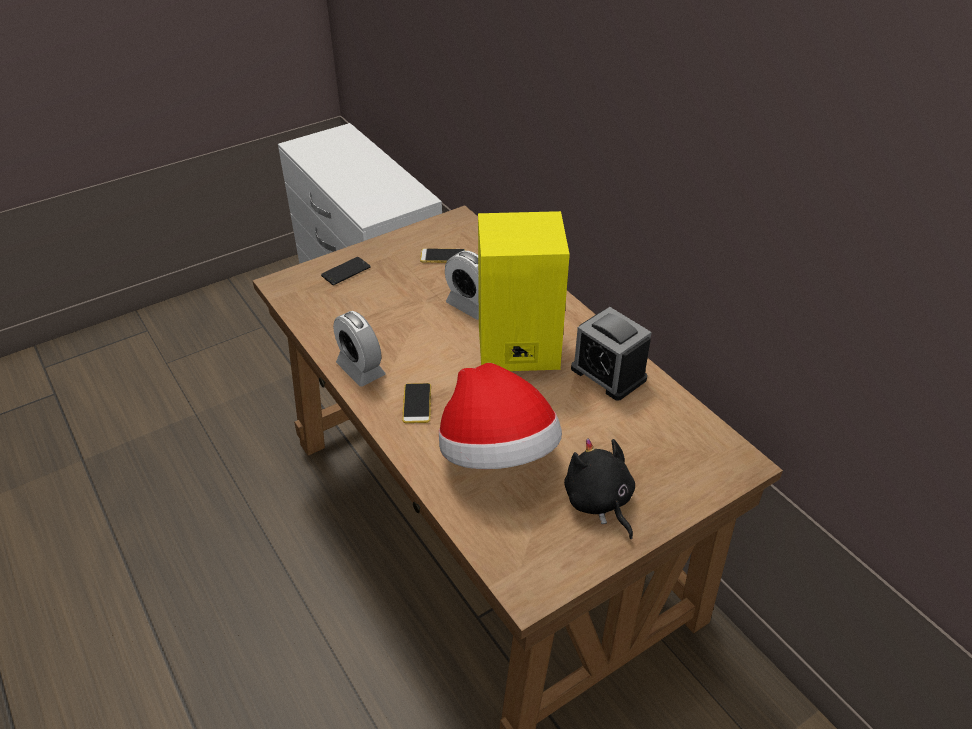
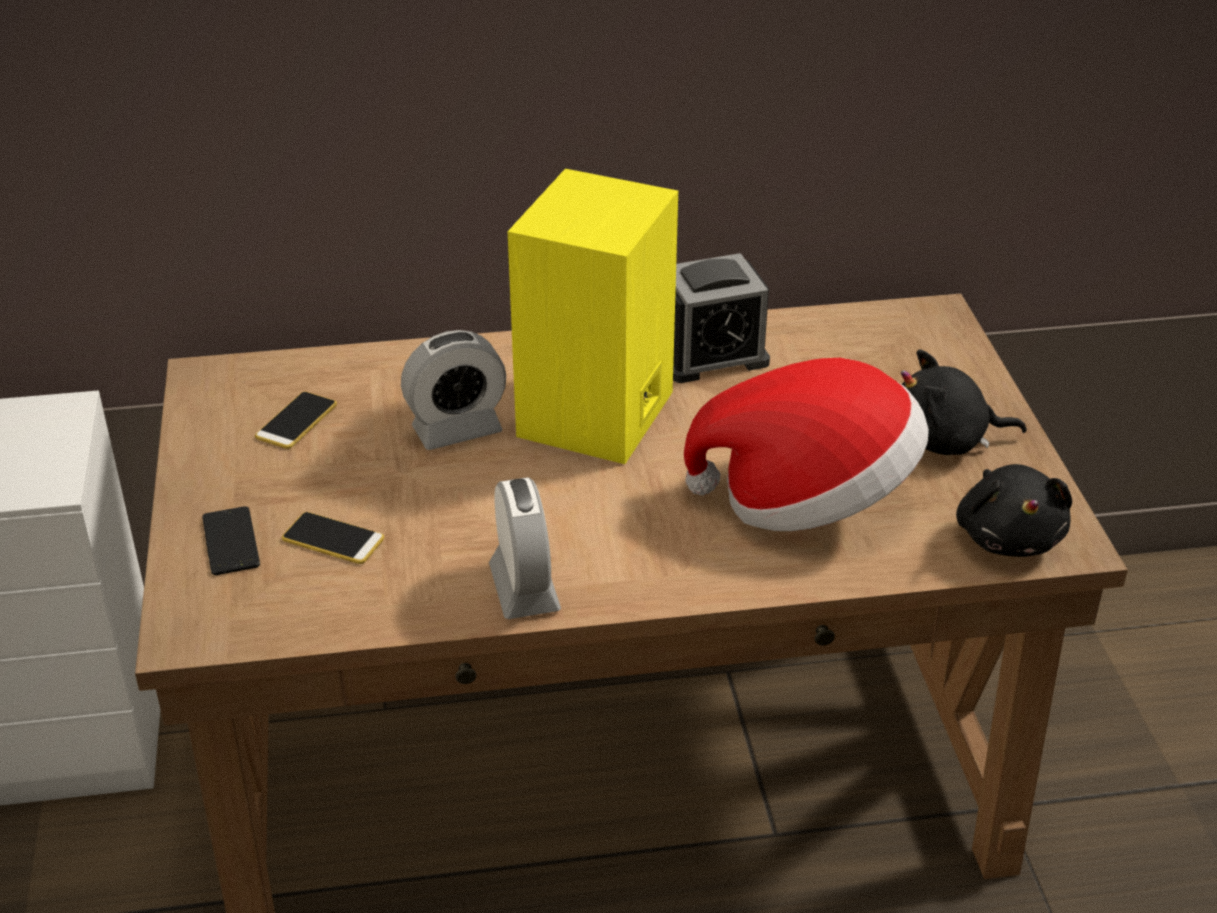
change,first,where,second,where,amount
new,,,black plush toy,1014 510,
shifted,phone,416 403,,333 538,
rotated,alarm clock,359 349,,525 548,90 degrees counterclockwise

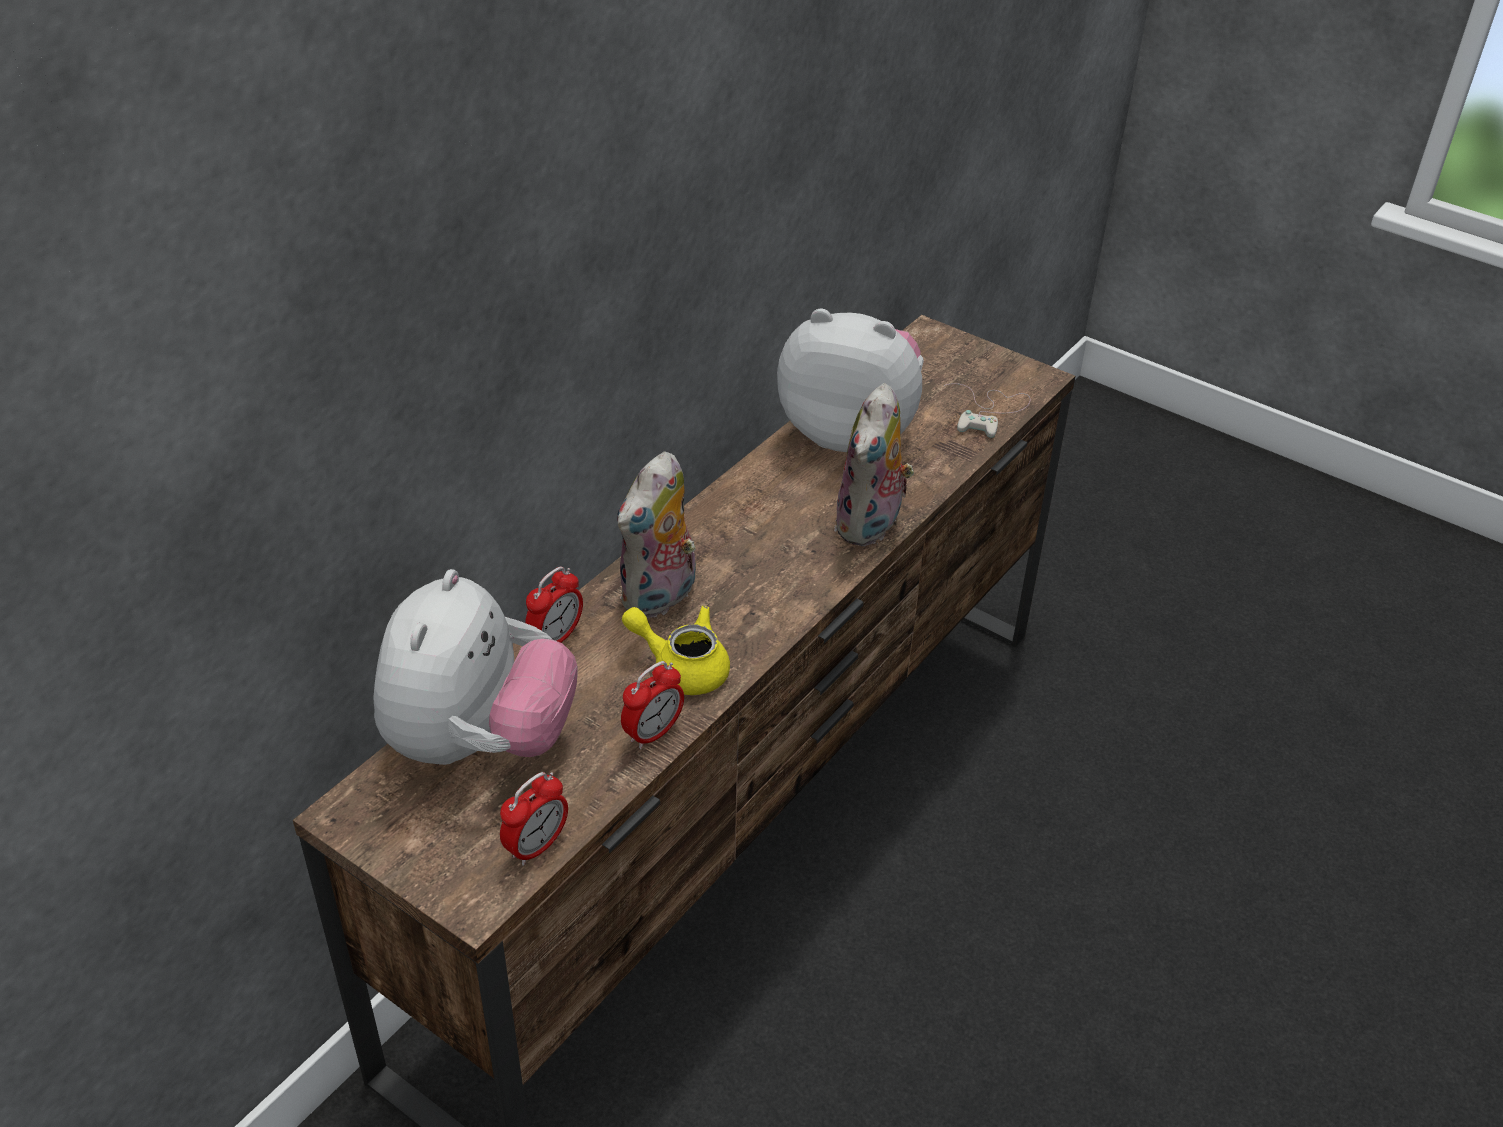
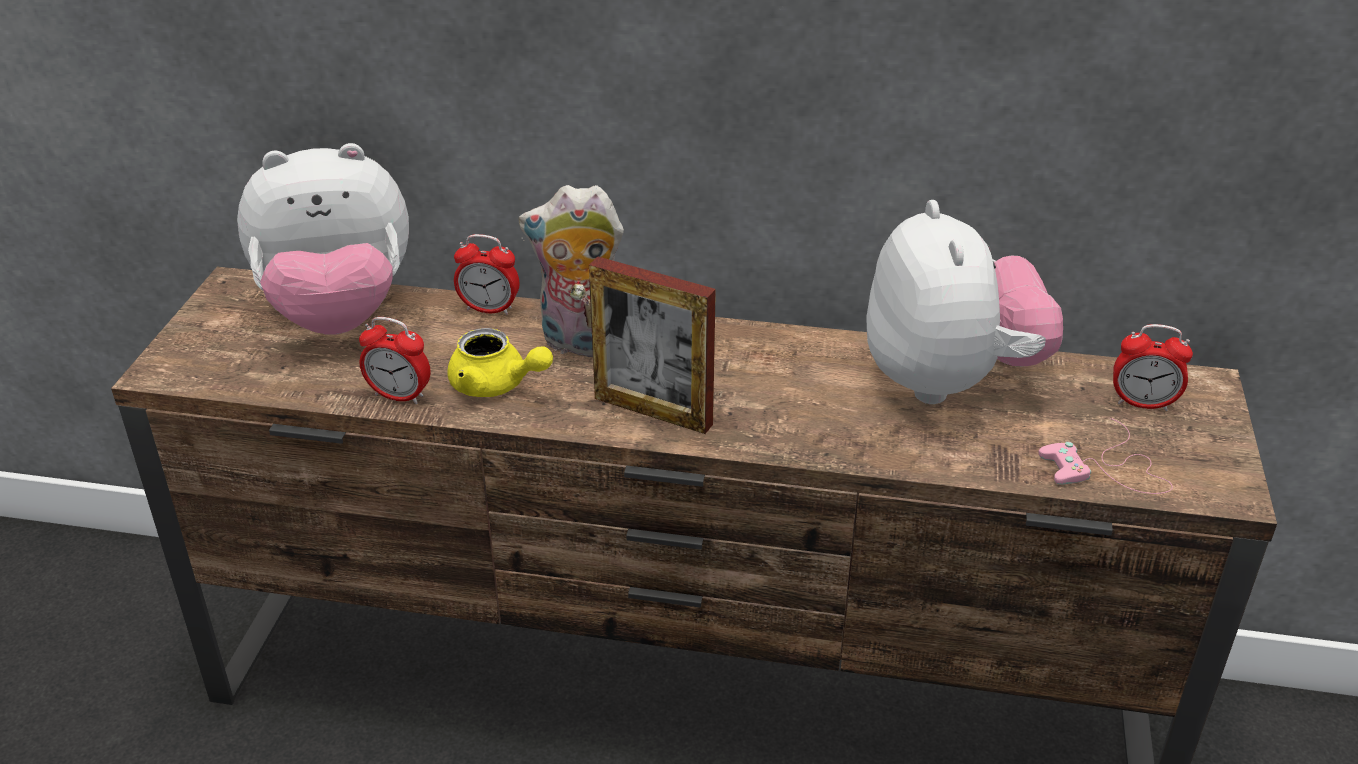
change,first,where,second,where,amount
gone,plush toy,874 464,,,
new,,,picture frame,652 345,
shifted,alarm clock,534 819,,1153 367,
repainted,white game controller,987 410,pink game controller,1105 456,
rotated,yellow teapot,676 650,,500 362,120 degrees clockwise

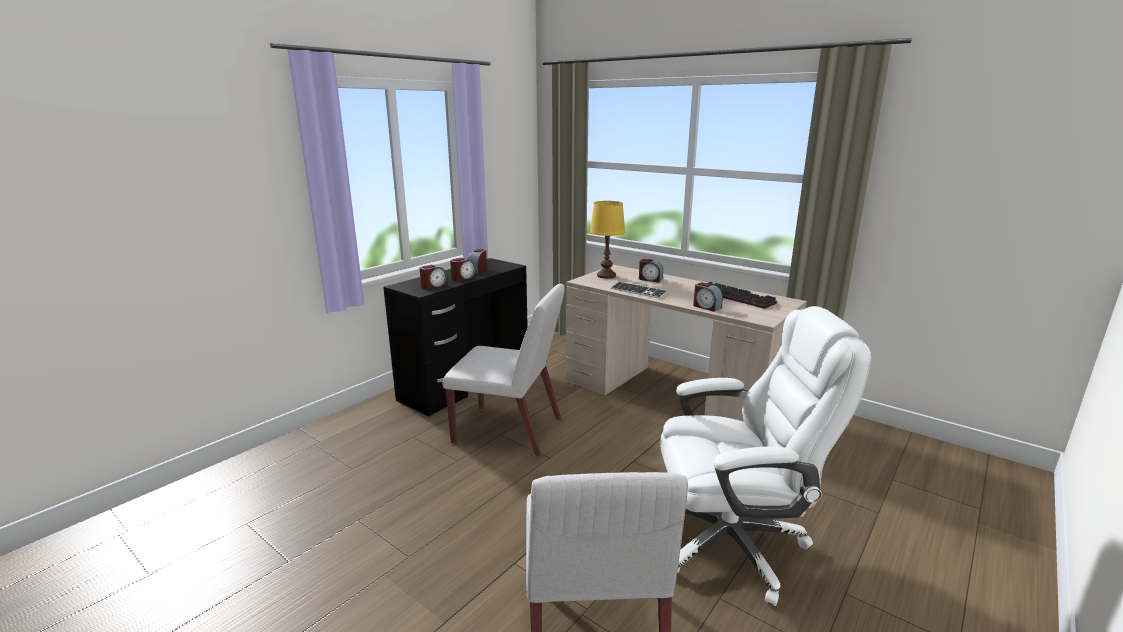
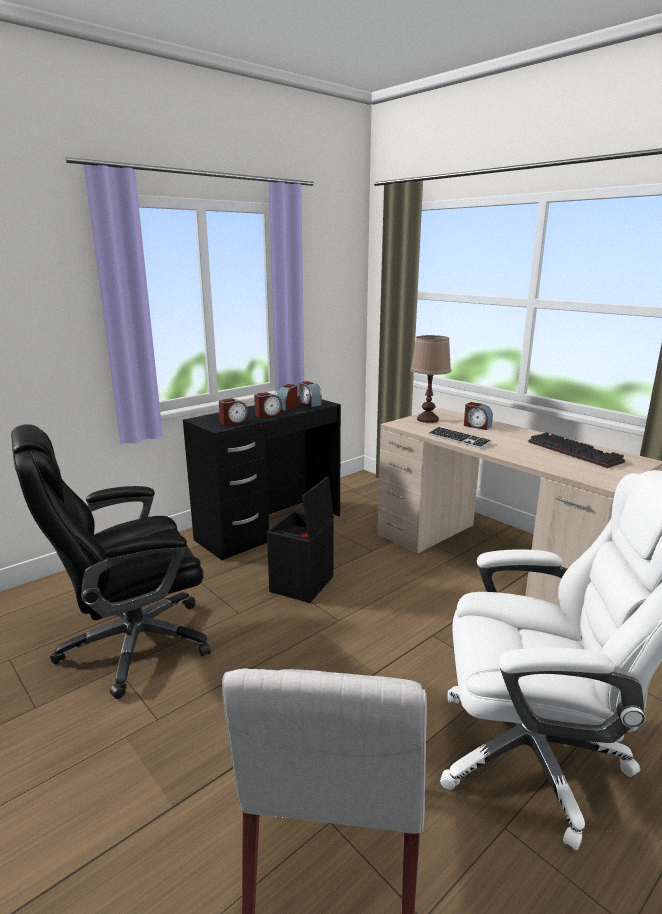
change,first,where,second,where,amount
new,,,black office chair,111 561,
shifted,alarm clock,708 297,,310 394,
swapped,white chair,504 370,black storage box,300 539,
repainted,yellow table lamp,608 240,brown table lamp,430 379,

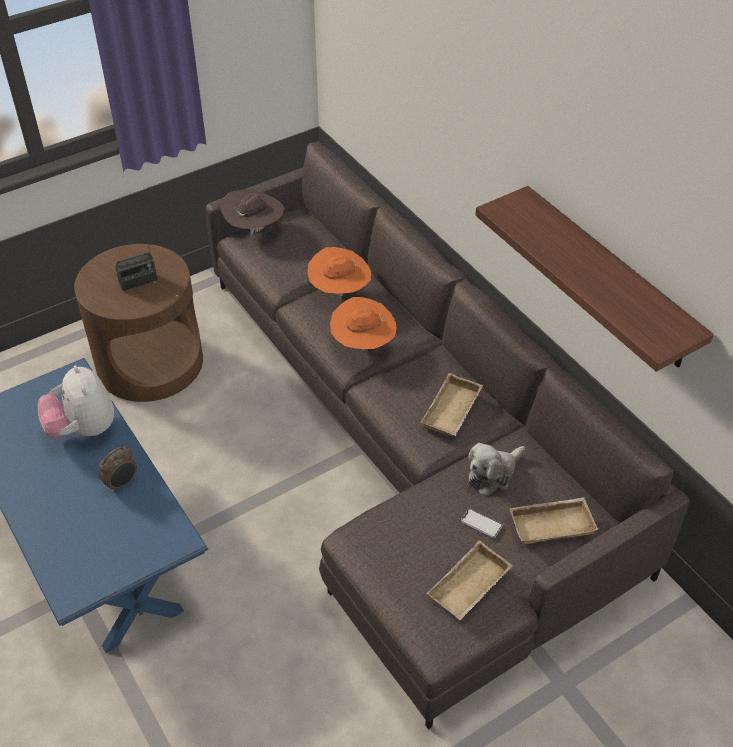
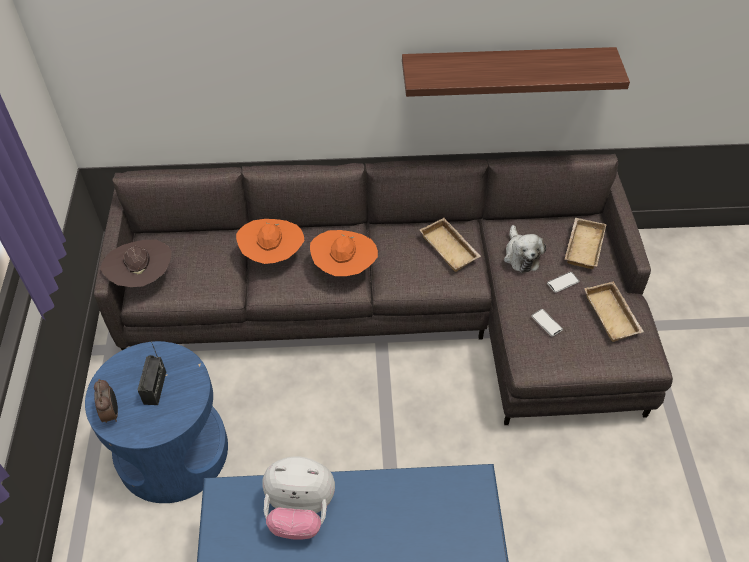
change,first,where,second,where,amount
new,,,phone,547 323,
shifted,alarm clock,118 469,,106 401,
repainted,brown side table,138 323,blue side table,156 422,

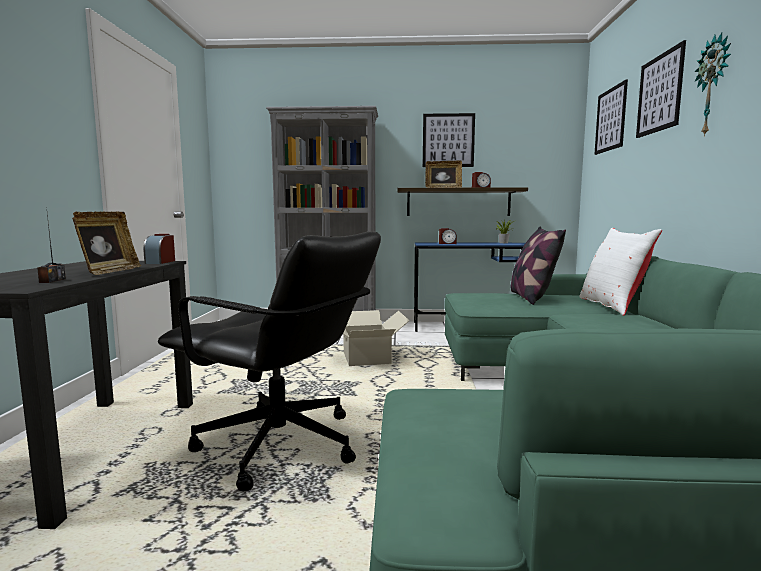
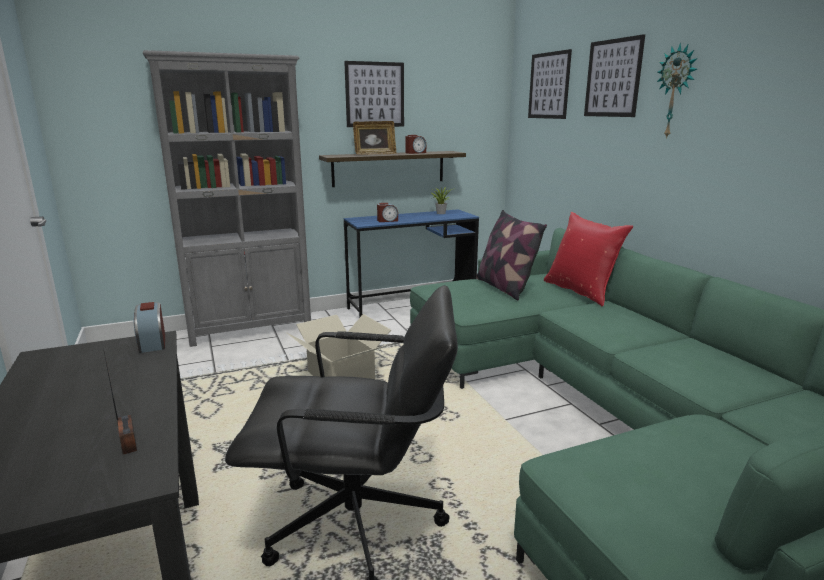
change,first,where,second,where,amount
gone,picture frame,106 243,,,
repainted,white pillow,621 272,red pillow,588 259,

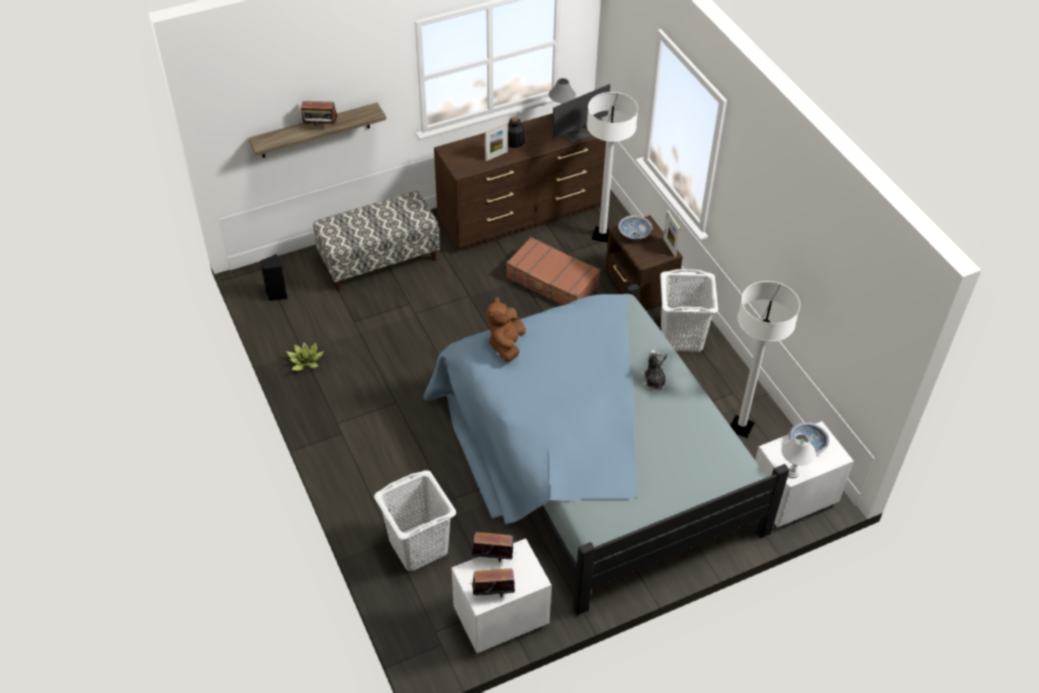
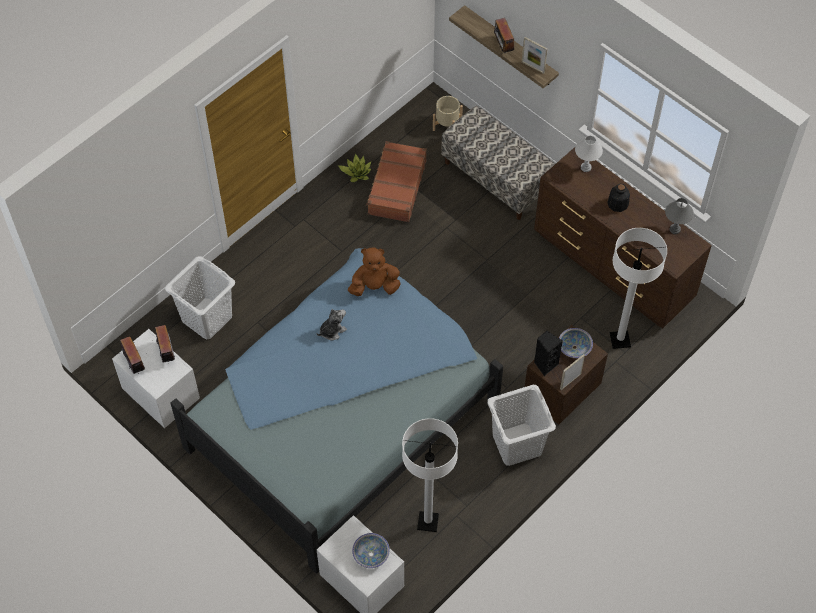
change,first,where,second,where,amount
gone,monitor,581 114,,,
new,,,beige planter,448 113,
shifted,black speaker,273 277,,548 353,
shifted,picture frame,496 141,,535 55,
shifted,brown suitcase,553 271,,396 181,
shifted,plush toy,654 370,,332 324,
shifted,white table lamp,799 456,,589 154,

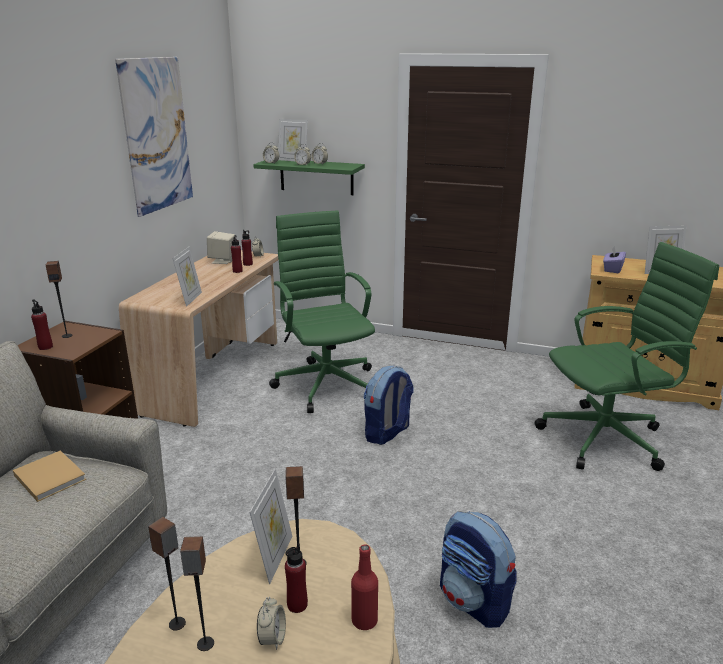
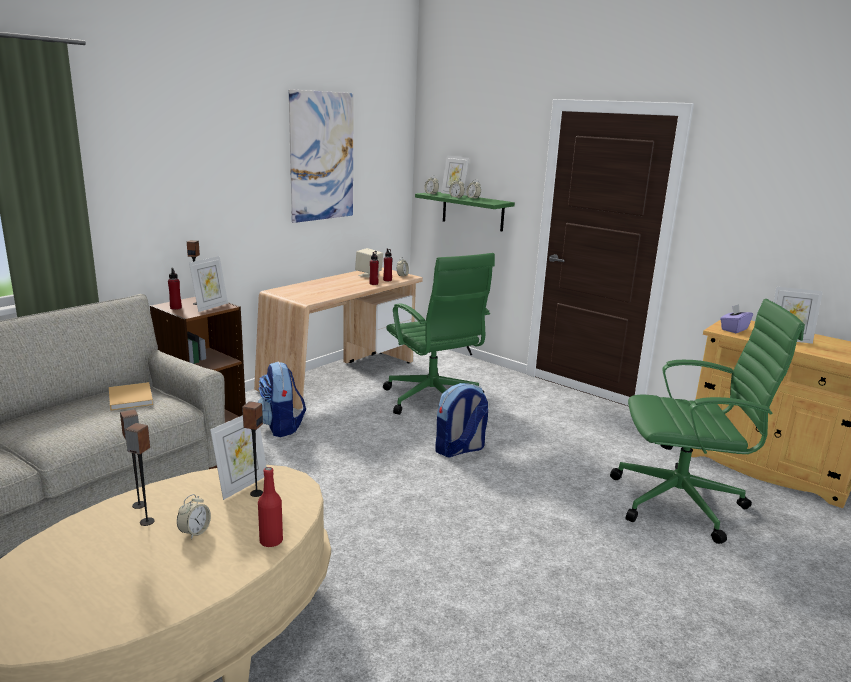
change,first,where,second,where,amount
gone,red bottle,296 578,,,
shifted,picture frame,187 277,,208 284,
shifted,backpack,478 569,,282 399,
rotated,green office chair,322 311,,439 334,150 degrees clockwise

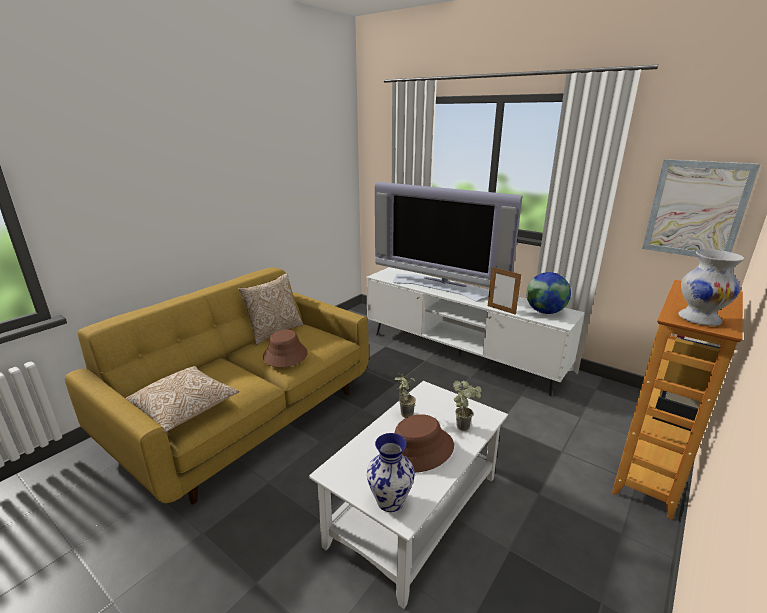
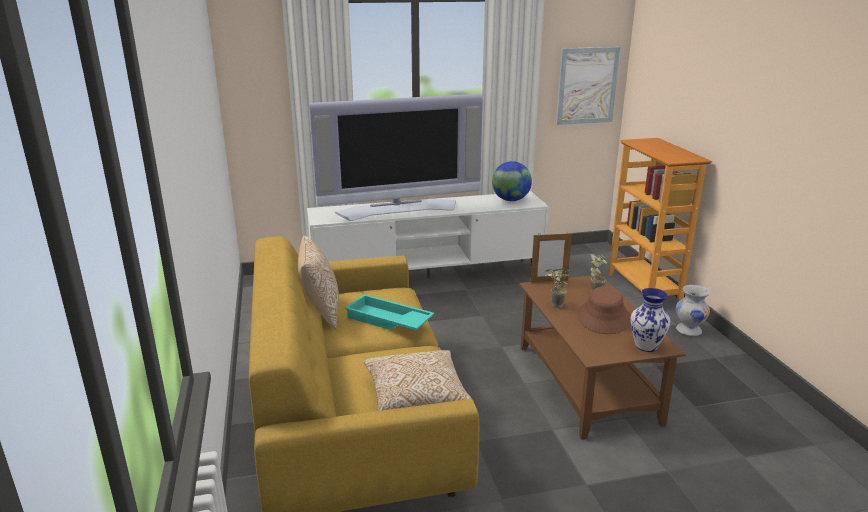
change,first,where,second,where,amount
shifted,picture frame,504 291,,551 258,
shifted,white vase,711 287,,693 310,
swapped,brown hat,285 348,turquoise tray,389 312,
repainted,white coffee table,408 495,brown coffee table,603 357,

